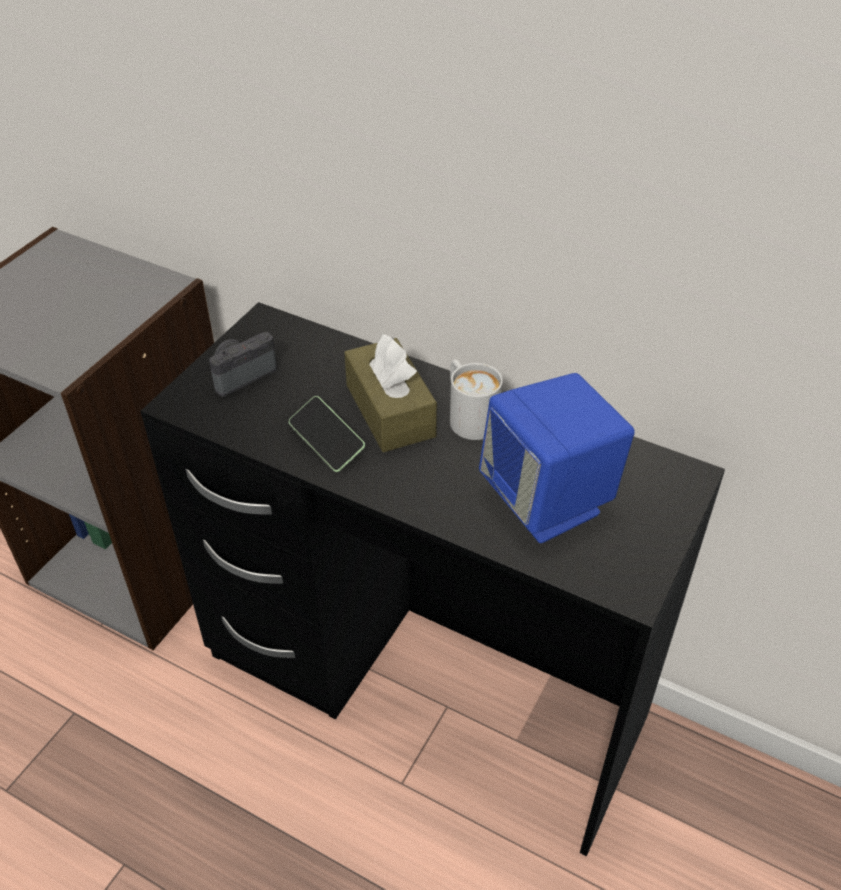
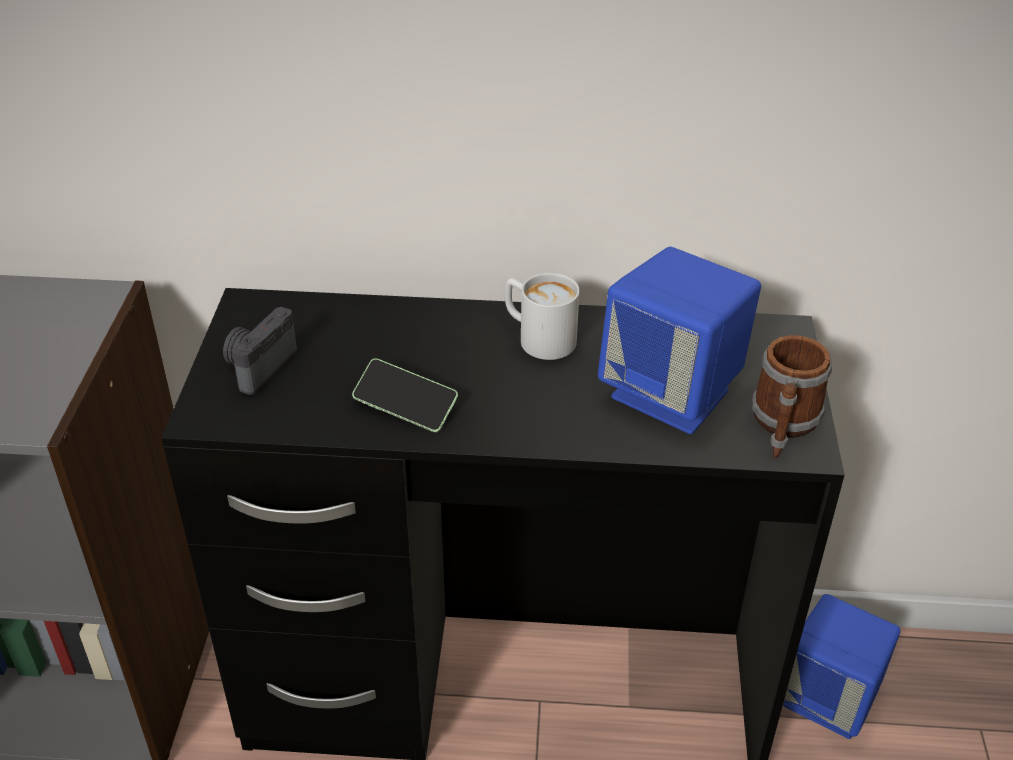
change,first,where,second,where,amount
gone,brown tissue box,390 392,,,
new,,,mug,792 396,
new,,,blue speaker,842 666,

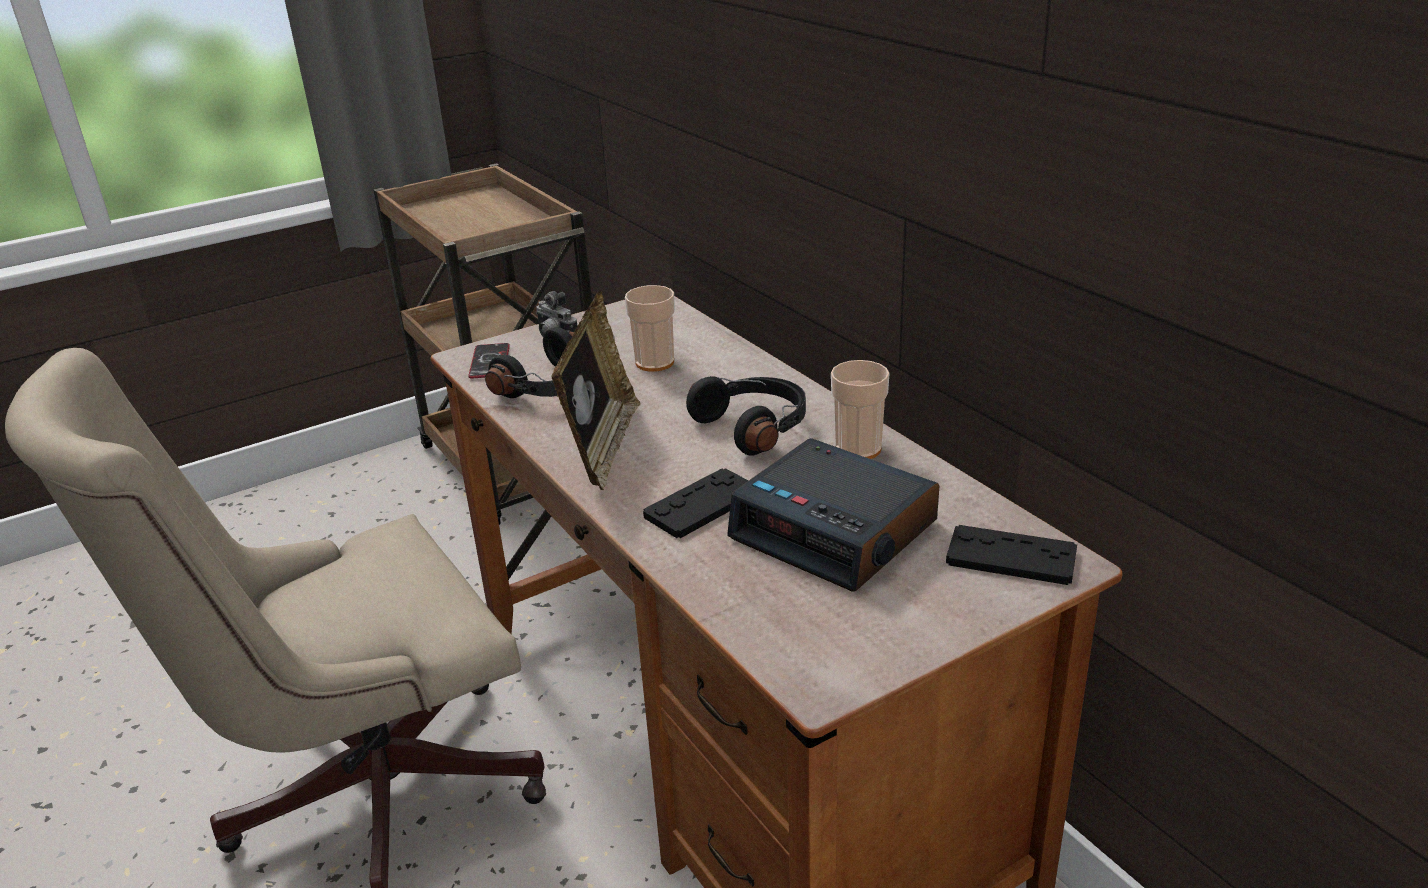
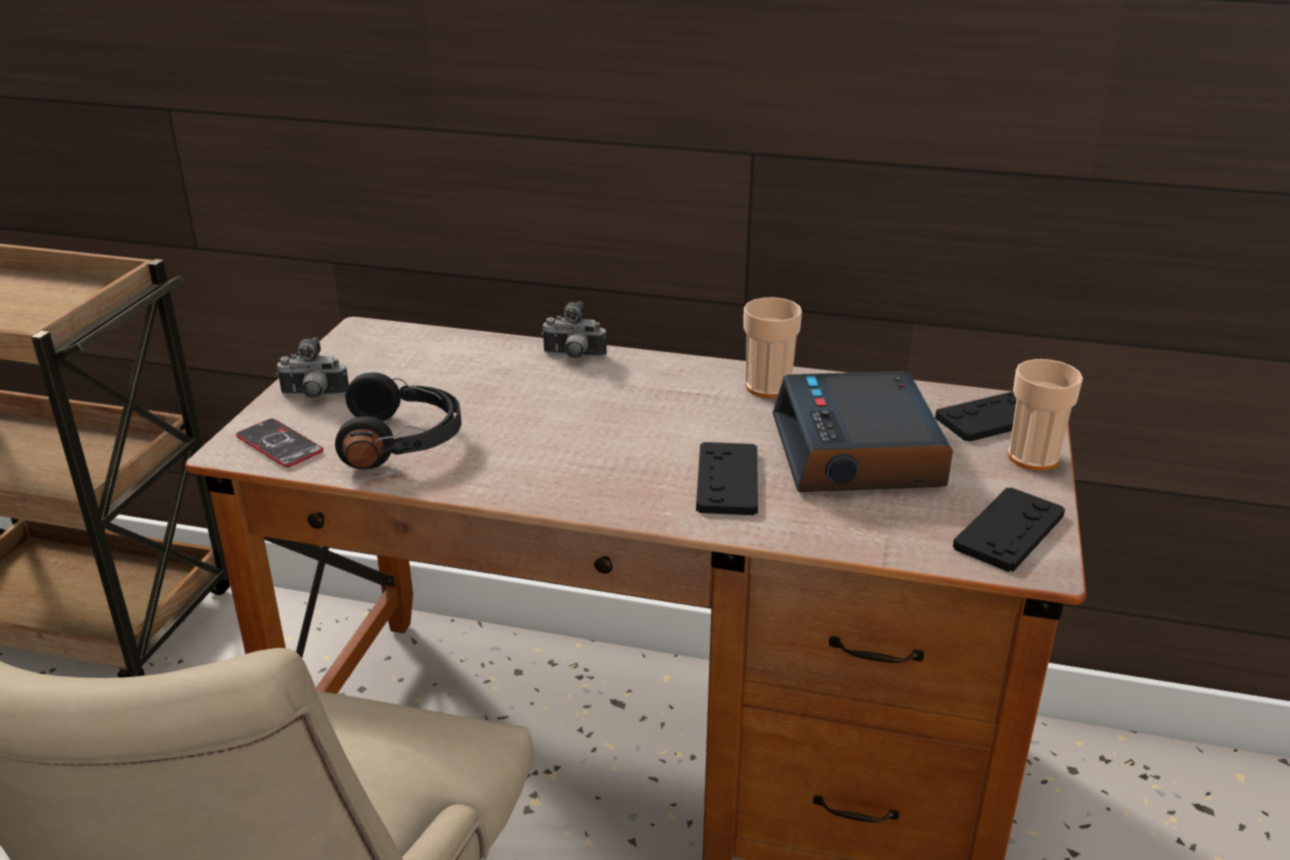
change,first,where,second,where,amount
gone,picture frame,595 390,,,
gone,black headphones,746 416,,,
new,,,photo camera,574 329,
new,,,black game controller,1009 529,
shifted,cup,650 328,,1045 415,
rotated,alarm clock,833 515,,863 431,90 degrees clockwise

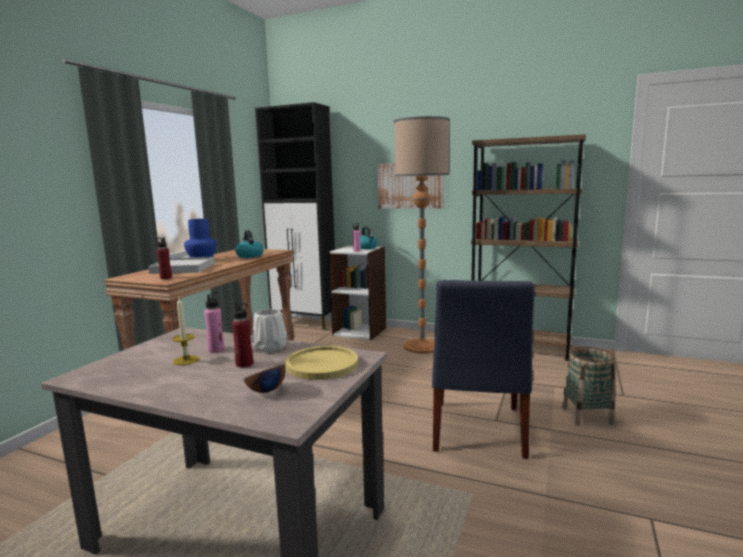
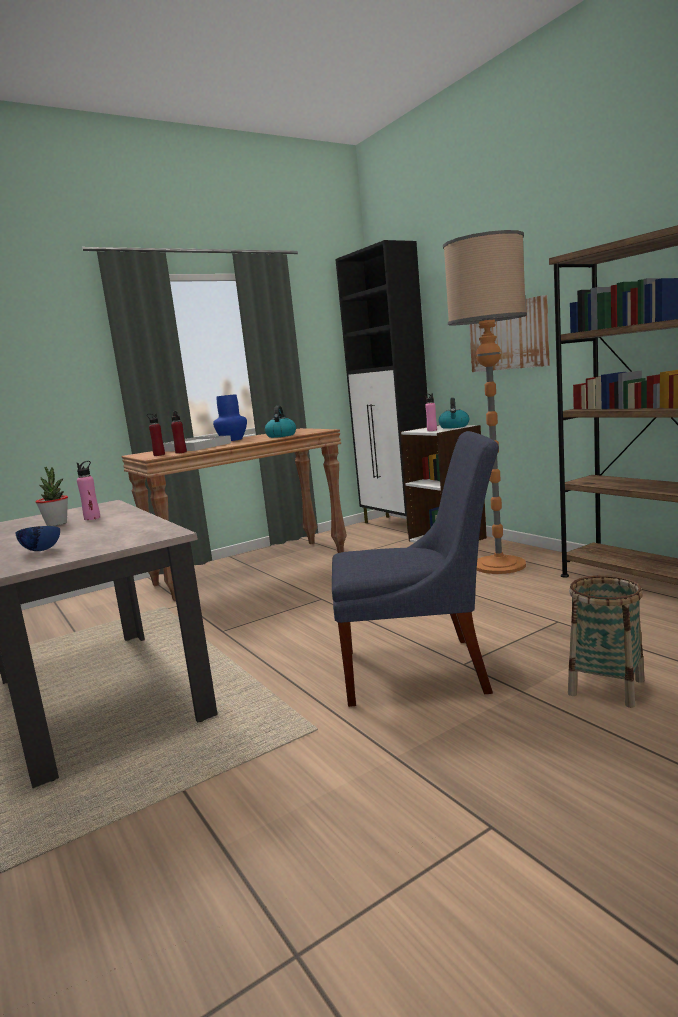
change,first,where,second,where,amount
gone,white vase,269 331,,,
gone,yellow plate,321 363,,,
shifted,red bottle,242 335,,179 432,
swapped,candle,185 331,potted plant,51 496,
repainted,brown bowl,264 378,blue bowl,38 538,
rotated,blue chair,483 369,,415 569,135 degrees counterclockwise

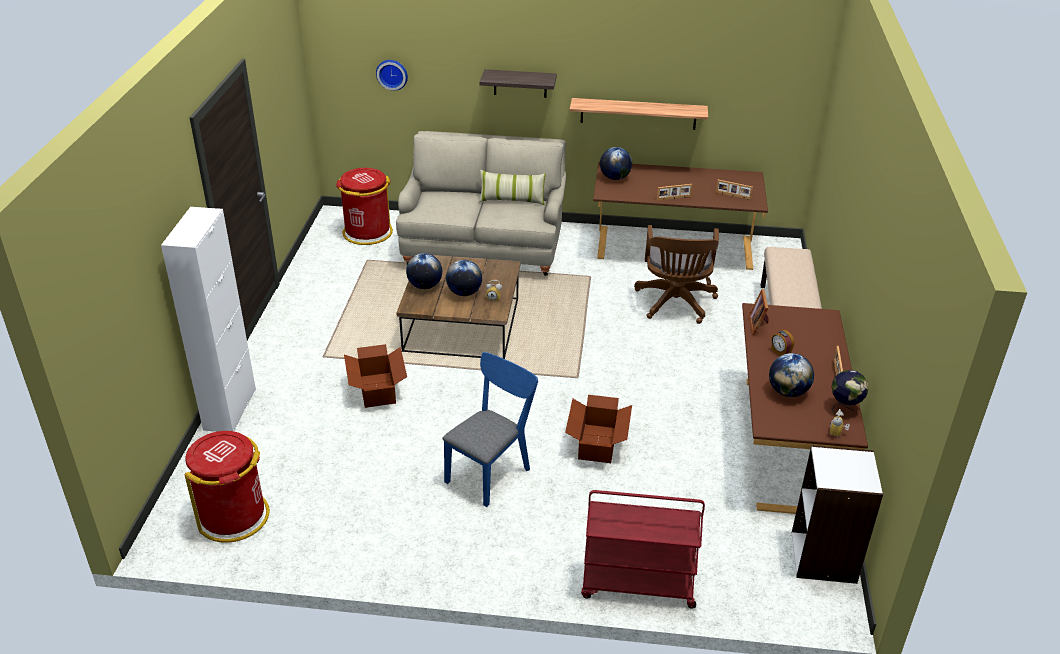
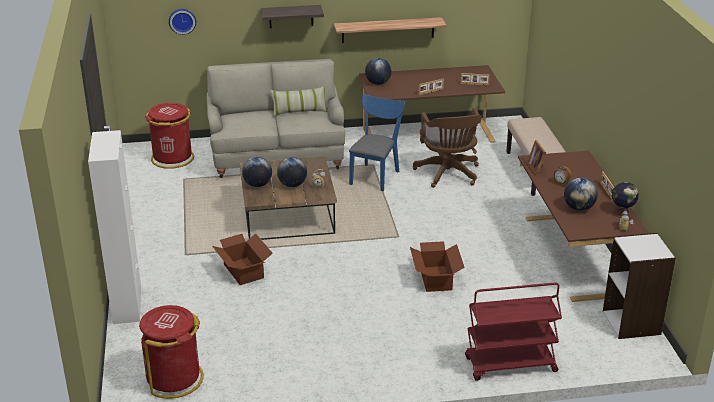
change,first,where,second,where,amount
shifted,blue chair,490 429,,377 142,

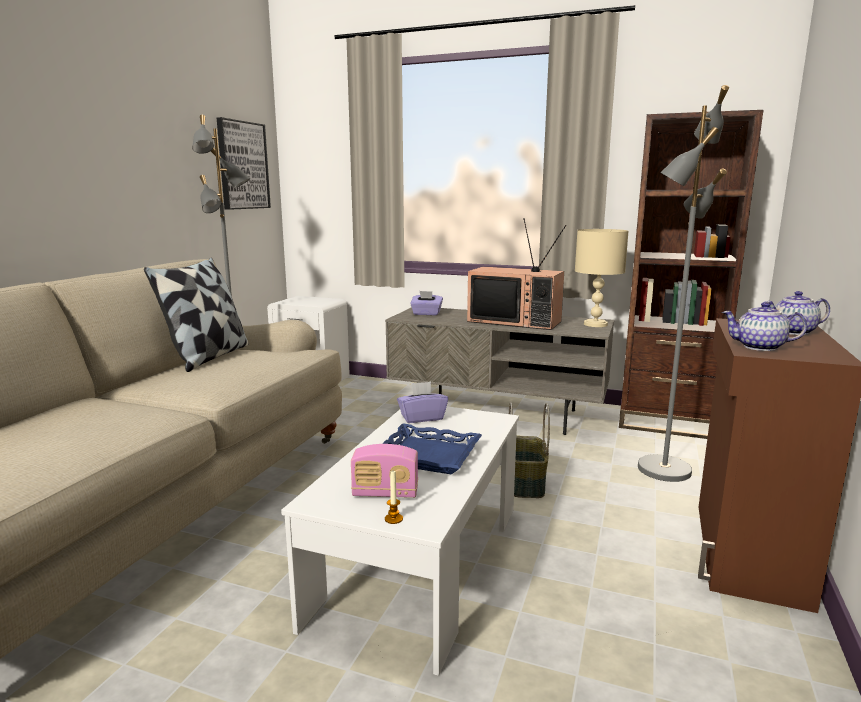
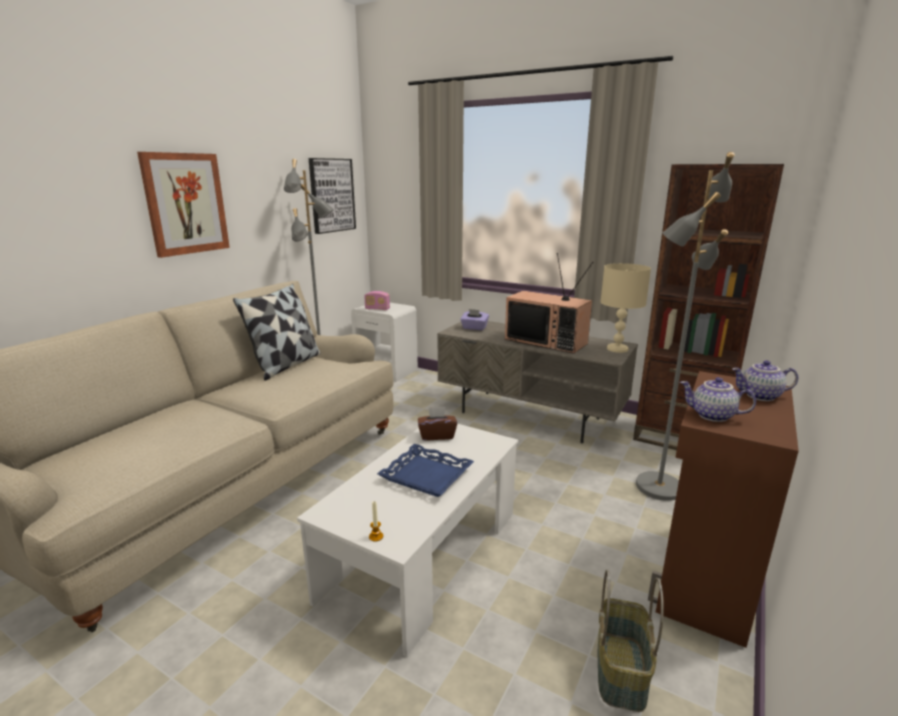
change,first,where,second,where,amount
new,,,picture,183 205,
shifted,radio,384 471,,377 300,
shifted,basket,529 450,,631 640,
repainted,purple tissue box,422 402,brown tissue box,437 423,

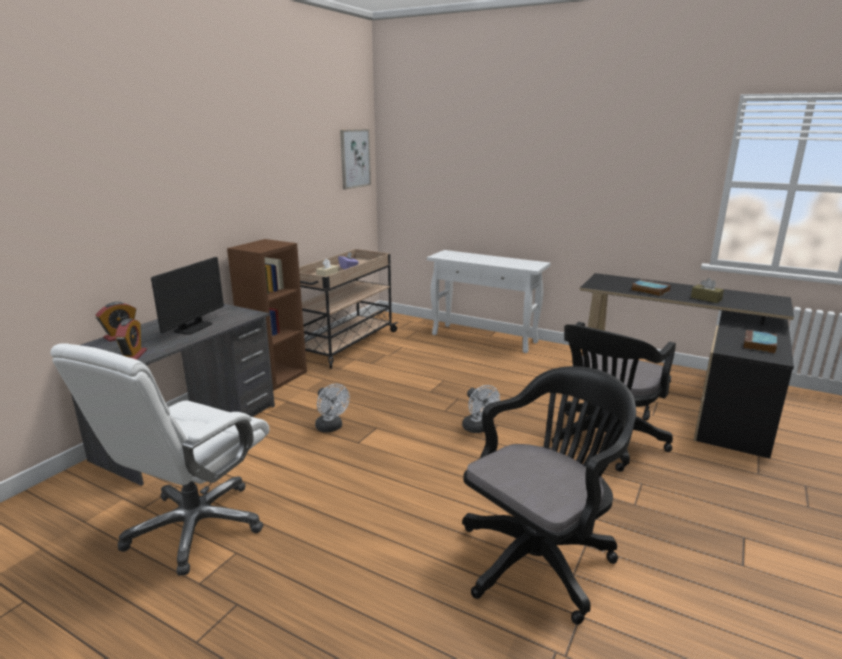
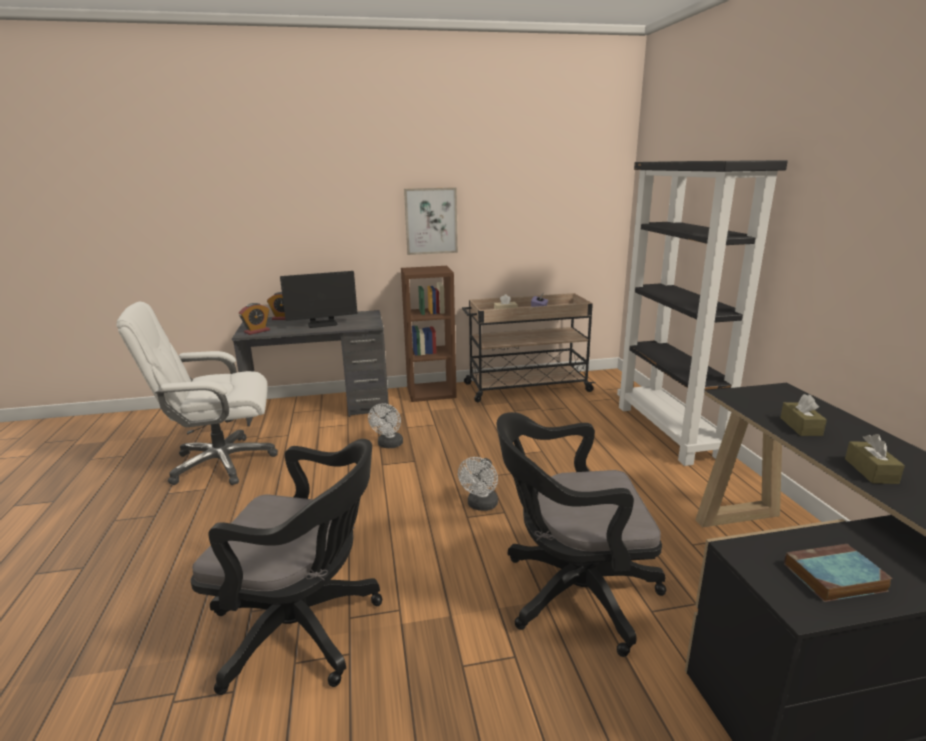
change,first,where,second,where,amount
shifted,picture,355 159,,431 221,
swapped,white console table,489 301,black bookcase,702 313,
swapped,book,651 287,brown tissue box,803 415,

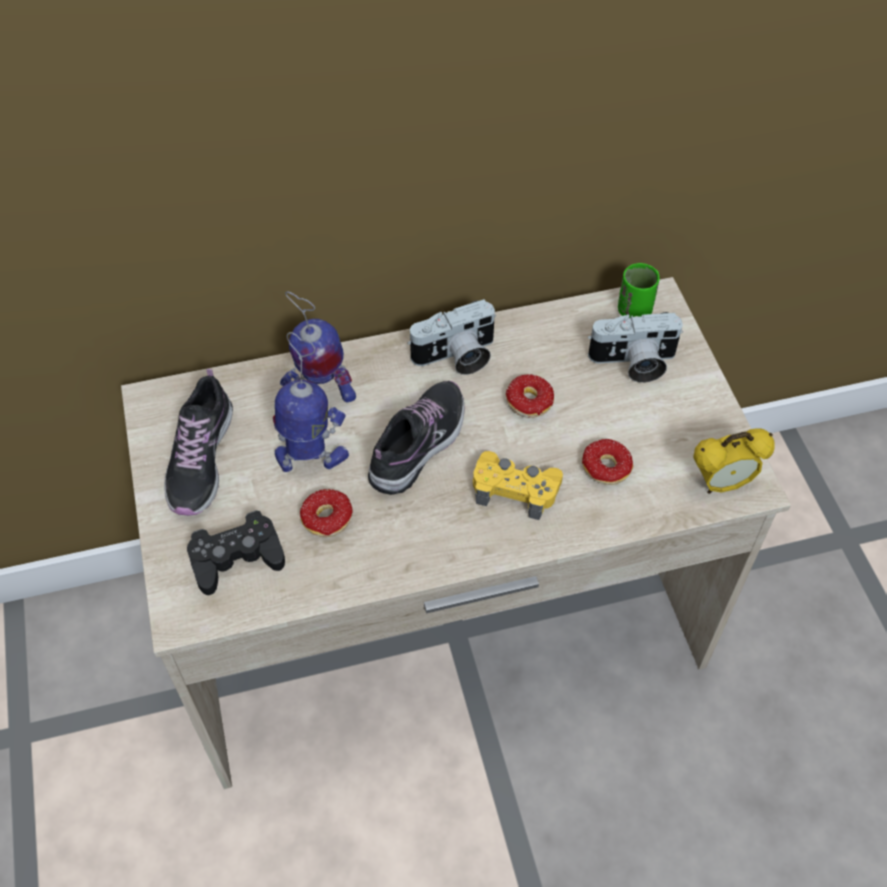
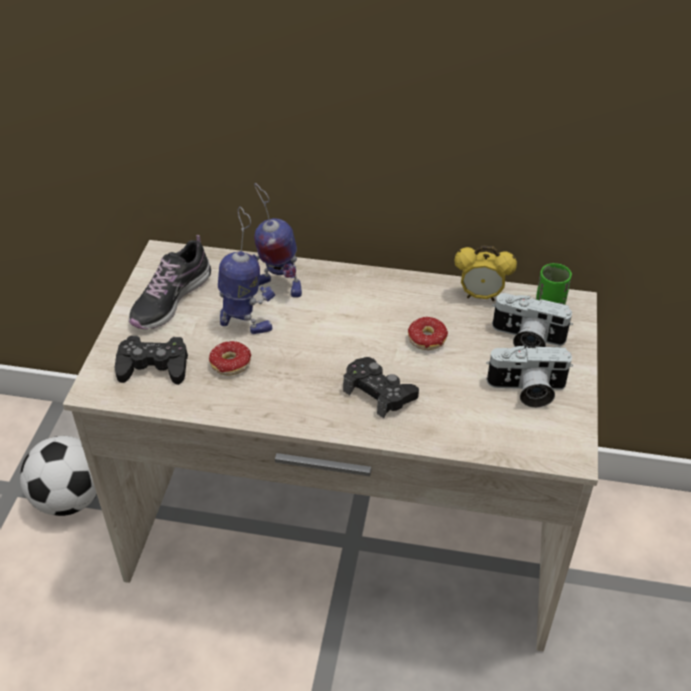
change,first,where,second,where,amount
gone,shoe,416 438,,,
gone,donut,607 462,,,
new,,,football,58 476,
shifted,photo camera,451 337,,529 376,
shifted,alarm clock,734 461,,485 273,
repainted,yellow game controller,518 485,black game controller,381 387,

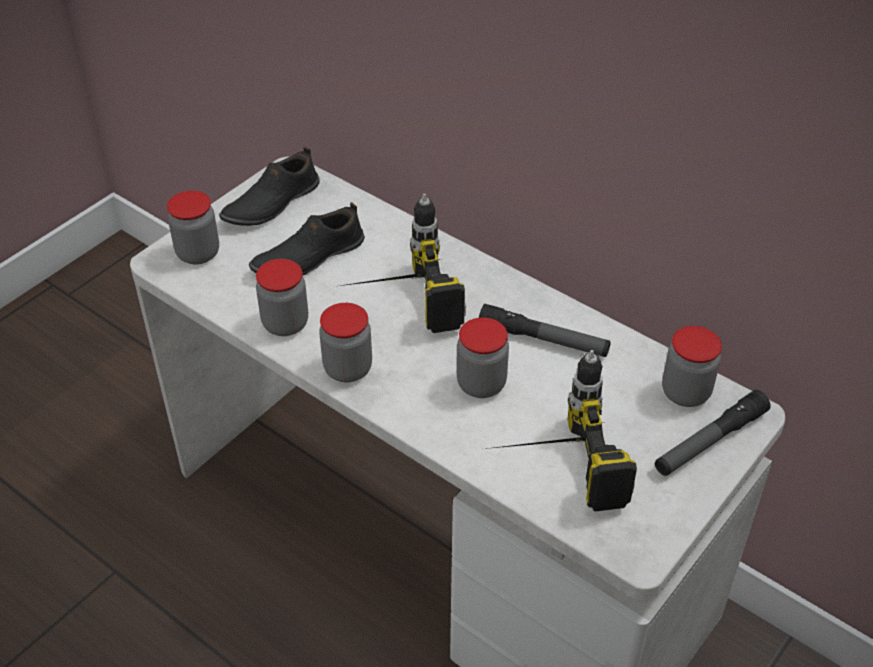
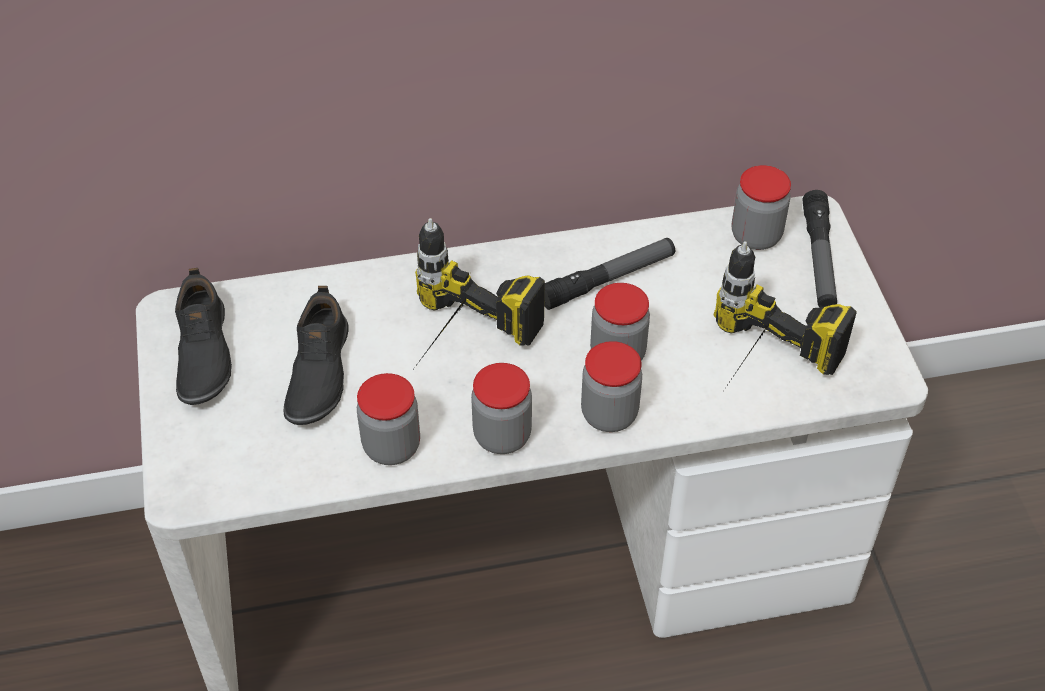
change,first,where,second,where,amount
shifted,jar,193 228,,611 386,

